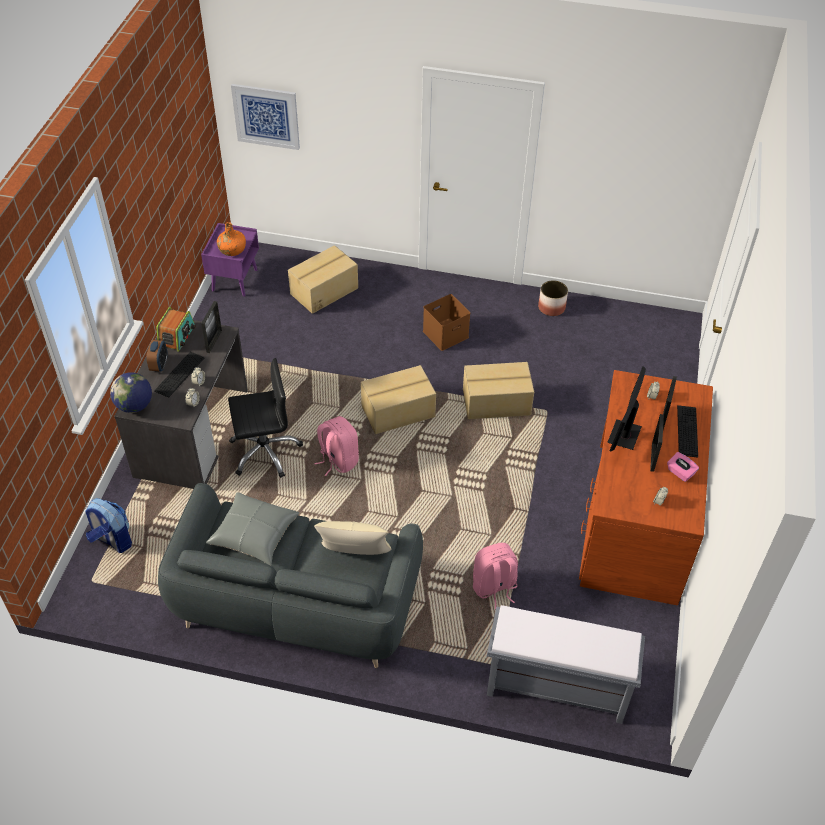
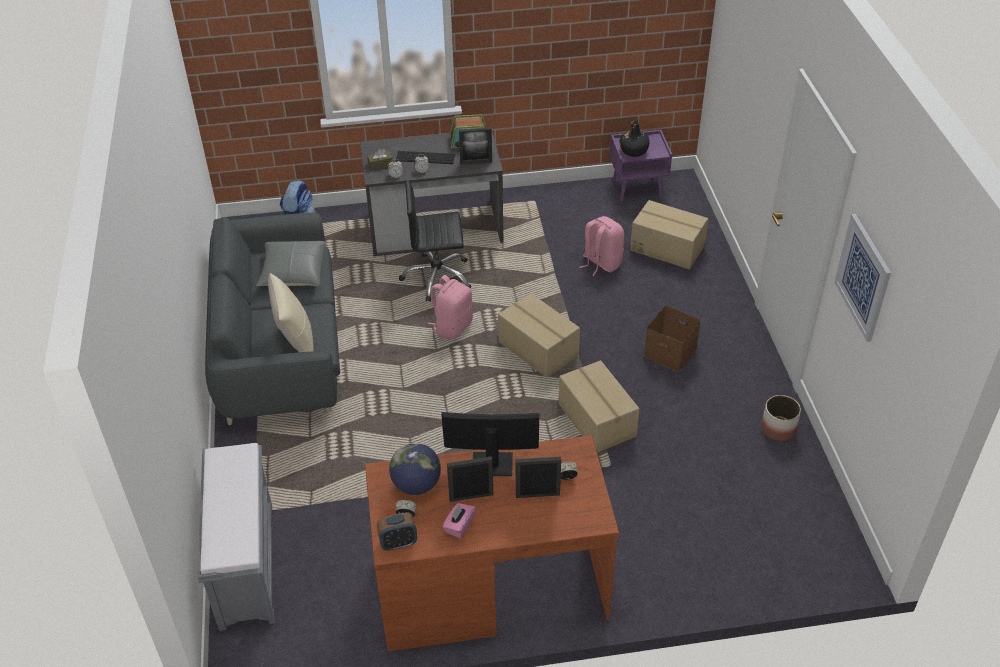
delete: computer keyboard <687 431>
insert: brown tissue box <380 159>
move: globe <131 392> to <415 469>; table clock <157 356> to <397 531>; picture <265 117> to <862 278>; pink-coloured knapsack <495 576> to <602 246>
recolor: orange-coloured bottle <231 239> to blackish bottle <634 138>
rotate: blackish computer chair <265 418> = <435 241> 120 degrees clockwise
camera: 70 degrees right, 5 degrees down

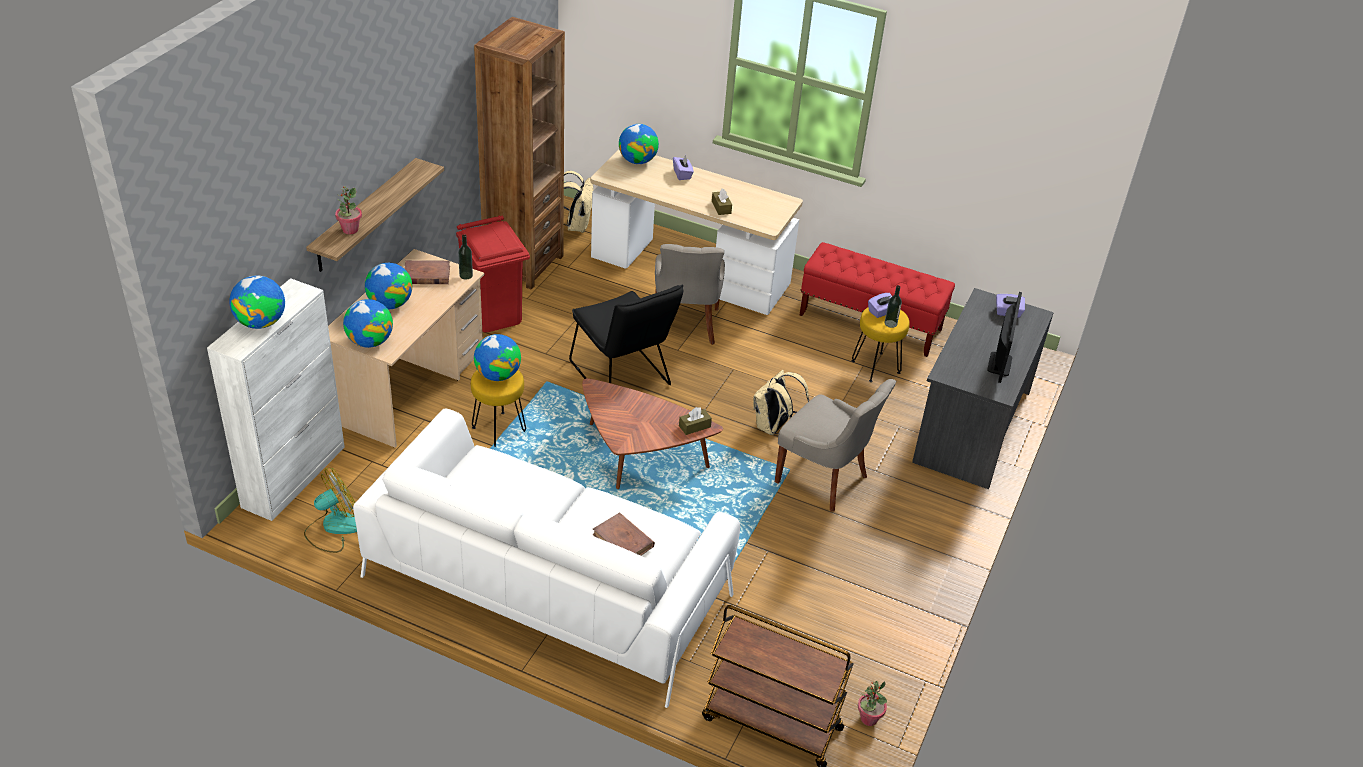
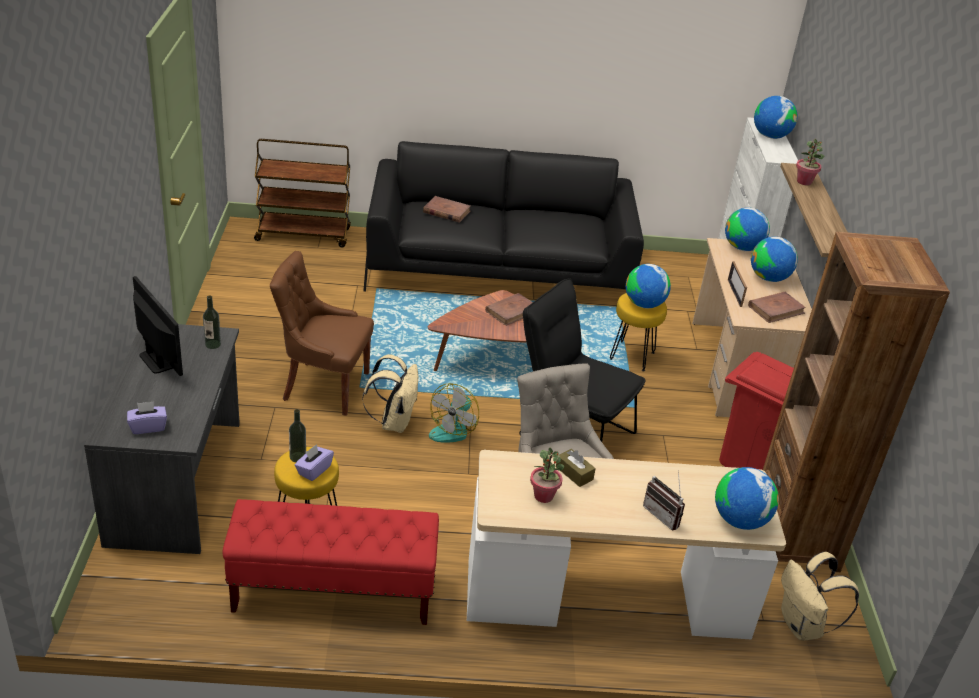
delete: brown tissue box <695 421>
insert: brown volume <509 309>; picture frame <737 284>
move: fan <330 510> to <454 413>; bottle <465 257> to <212 322>; houseplant <872 703> to <547 475>
replace: purplish tissue box <683 167> to radio receiver <664 500>
recolor: white sofa <546 558> to blackish sofa <503 216>; gray chair <835 445> to brown chair <322 333>
rotate: monitor <1004 337> = <158 326> 150 degrees clockwise
camera: 155 degrees right, 5 degrees down

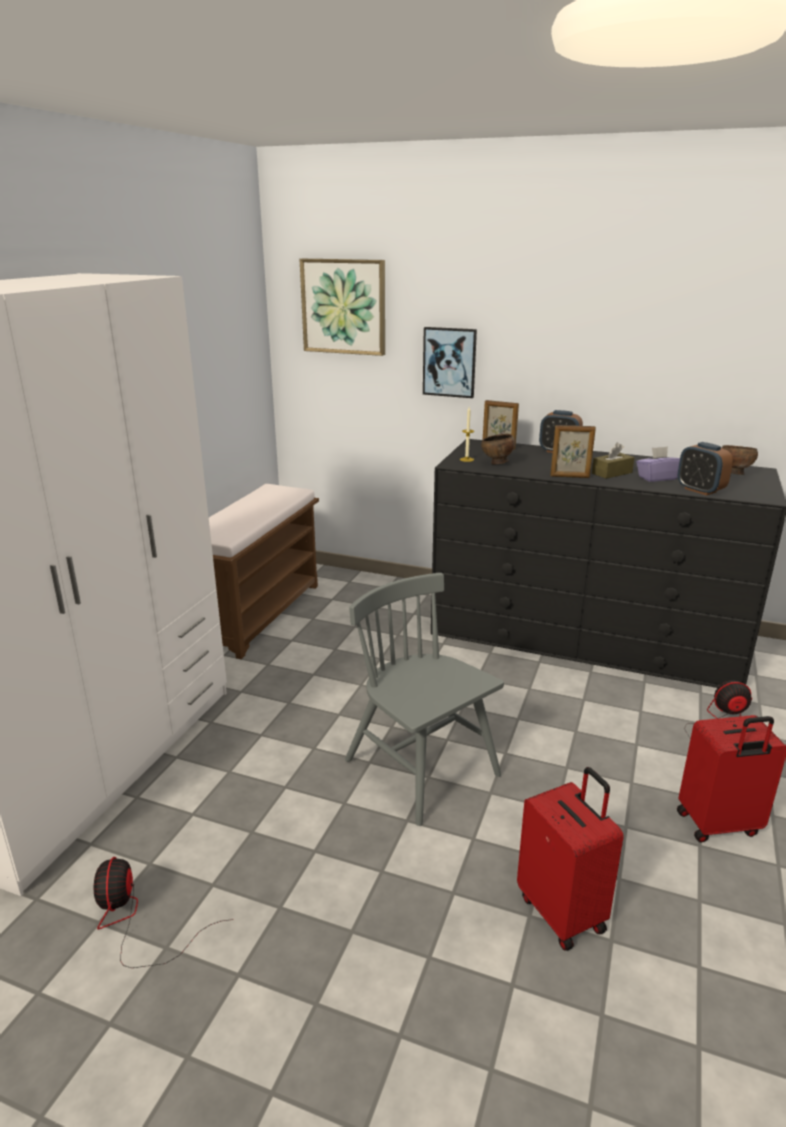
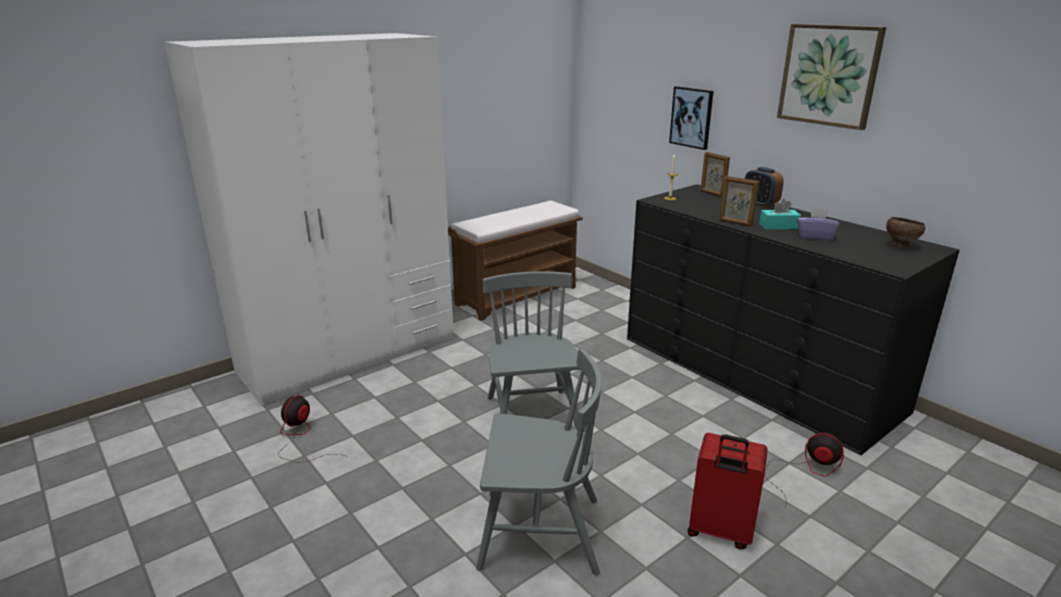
delete: brown serving bowl <498 449>; table clock <705 469>
move: picture <342 307> to <831 77>
replace: reddish piece of luggage <570 859> to gray chair <539 462>
recolor: brown tissue box <613 460> to blue-green tissue box <780 214>
camera: 30 degrees right, 0 degrees up

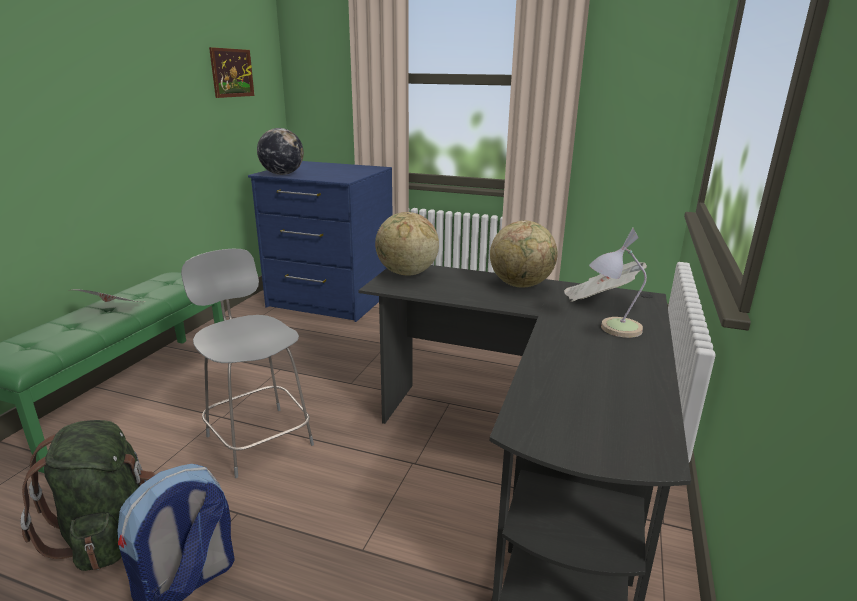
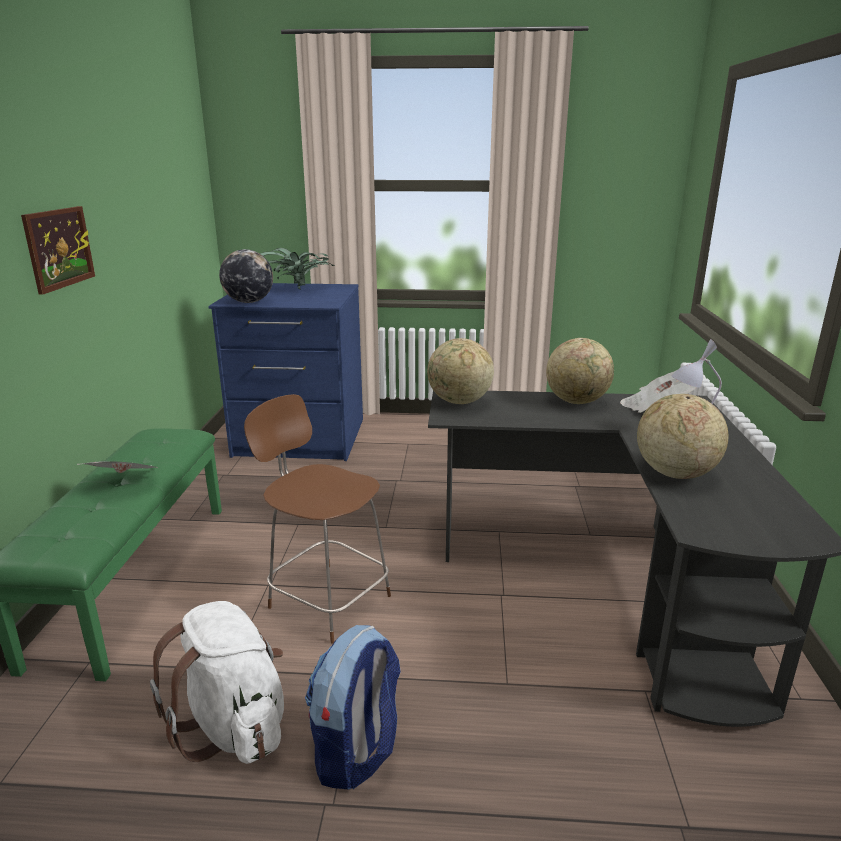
insert: houseplant <297 269>; globe <682 436>
move: picture <232 72> to <58 250>
recolor: green-coloured knapsack <87 495> to white knapsack <217 682>; gray chair <247 363> to brown chair <317 518>
camera: 15 degrees left, 0 degrees up

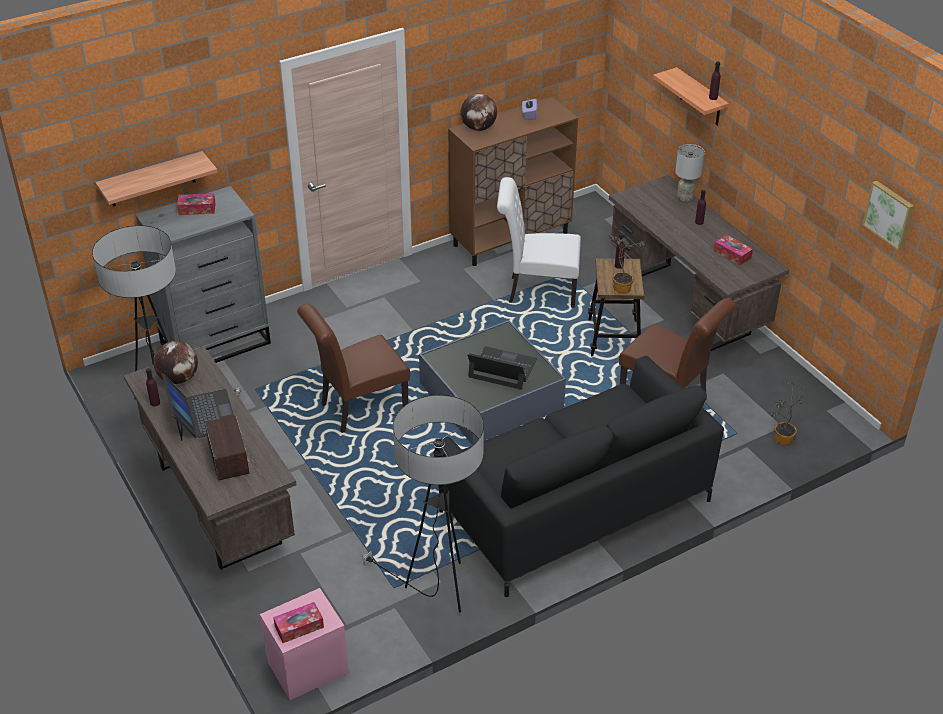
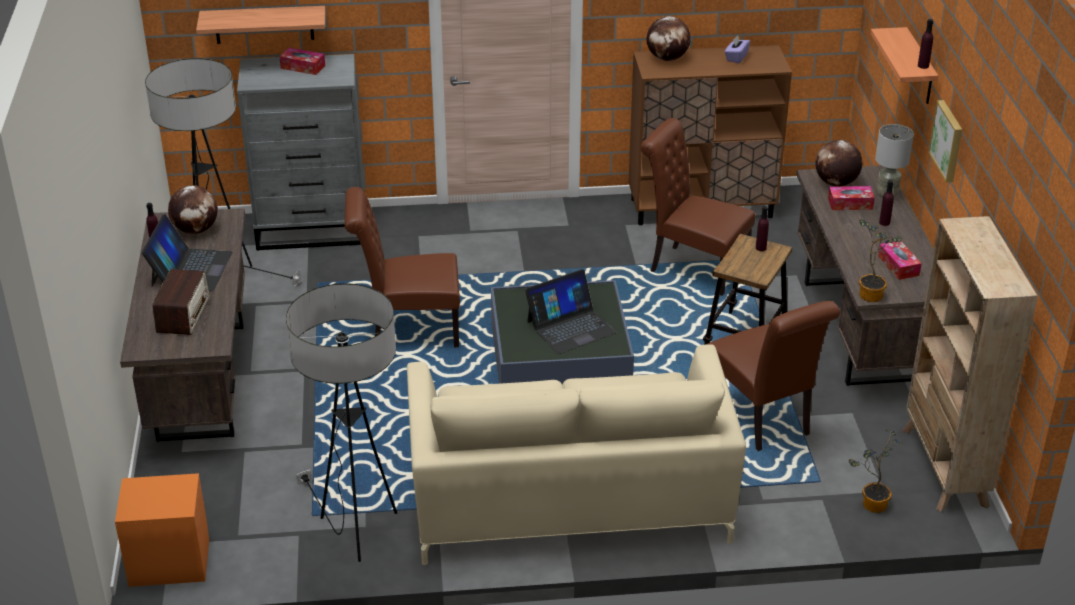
insert: globe <839 163>; beige-coloured bookcase <970 364>
move: tissue box <298 622> to <851 198>; houseplant <627 264> to <880 260>; picture <888 216> to <945 141>
recolor: pink-coloured bedside table <304 644> to orange-coloured bedside table <162 530>; blackish sofa <581 476> to beige-coloured sofa <576 454>; white chair <539 242> to brown chair <698 207>
rotate: notebook computer <502 368> = <570 311> 105 degrees clockwise
camera: 25 degrees right, 5 degrees down

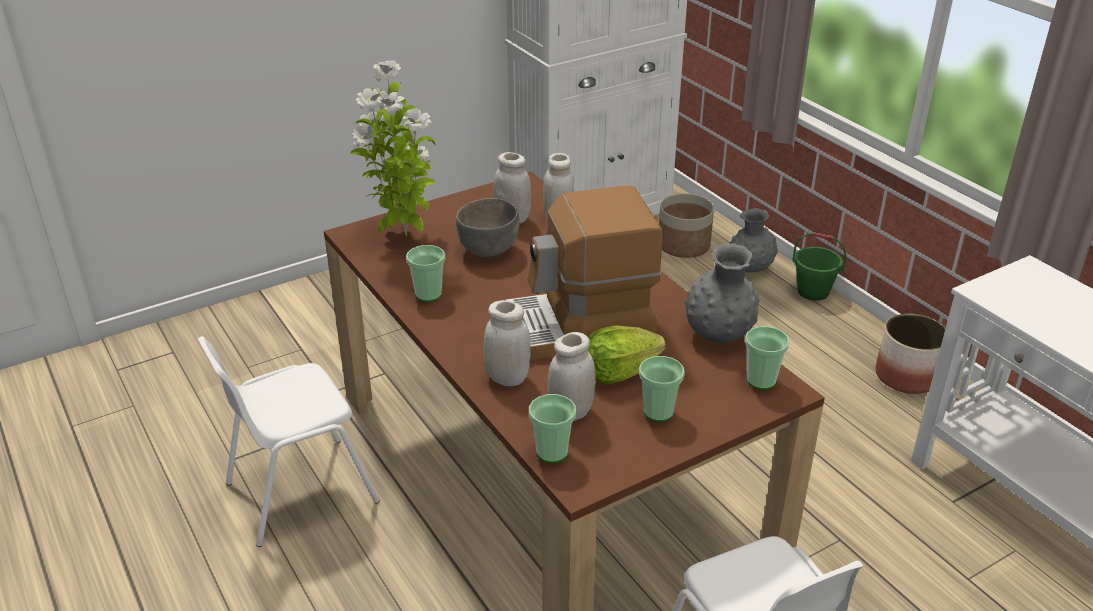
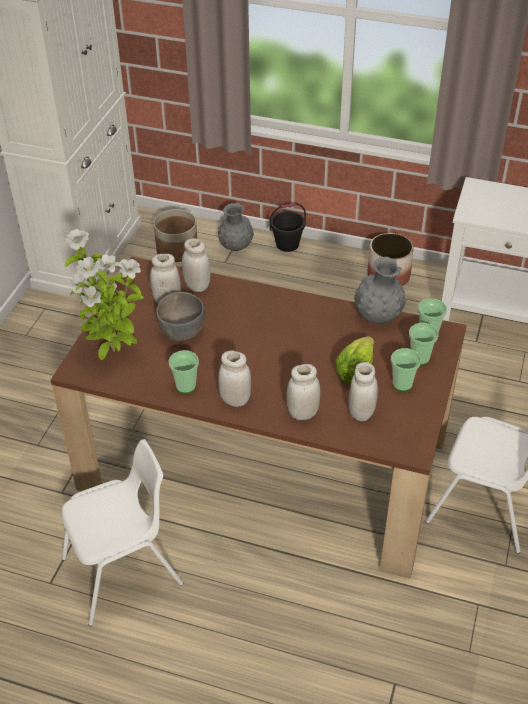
delete: coffee brewer <584 273>
insert: white jar <234 379>
move: small cup <552 428> to <424 344>
recolor: green-coloured pail <819 266> to blackish pail <288 227>
rotate: white chair <289 441> = <122 532> 135 degrees counterclockwise
camera: 40 degrees left, 10 degrees up

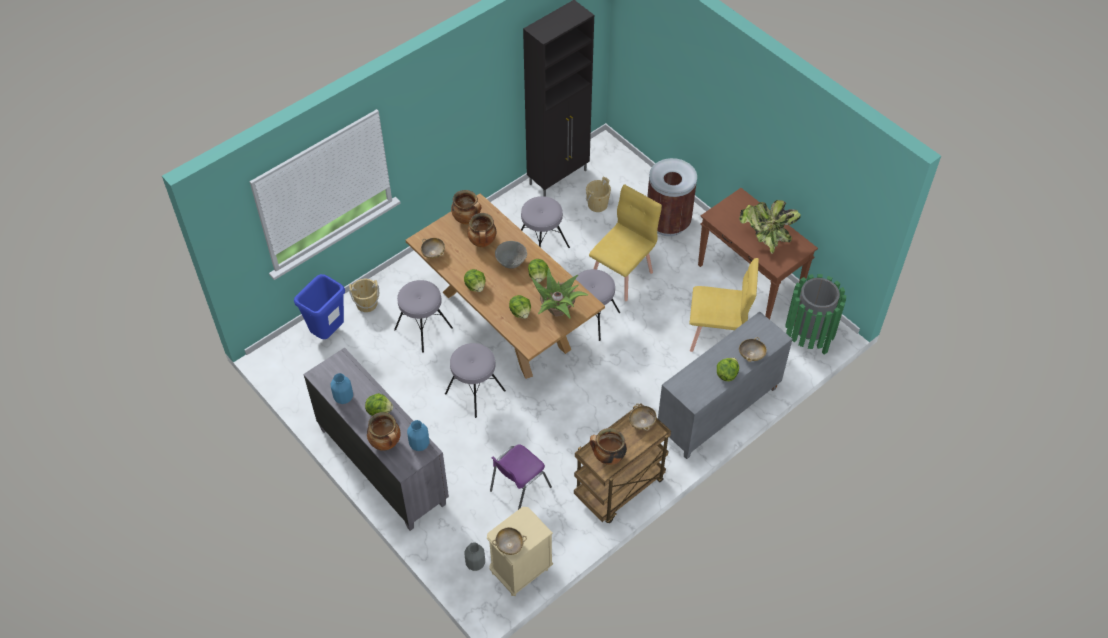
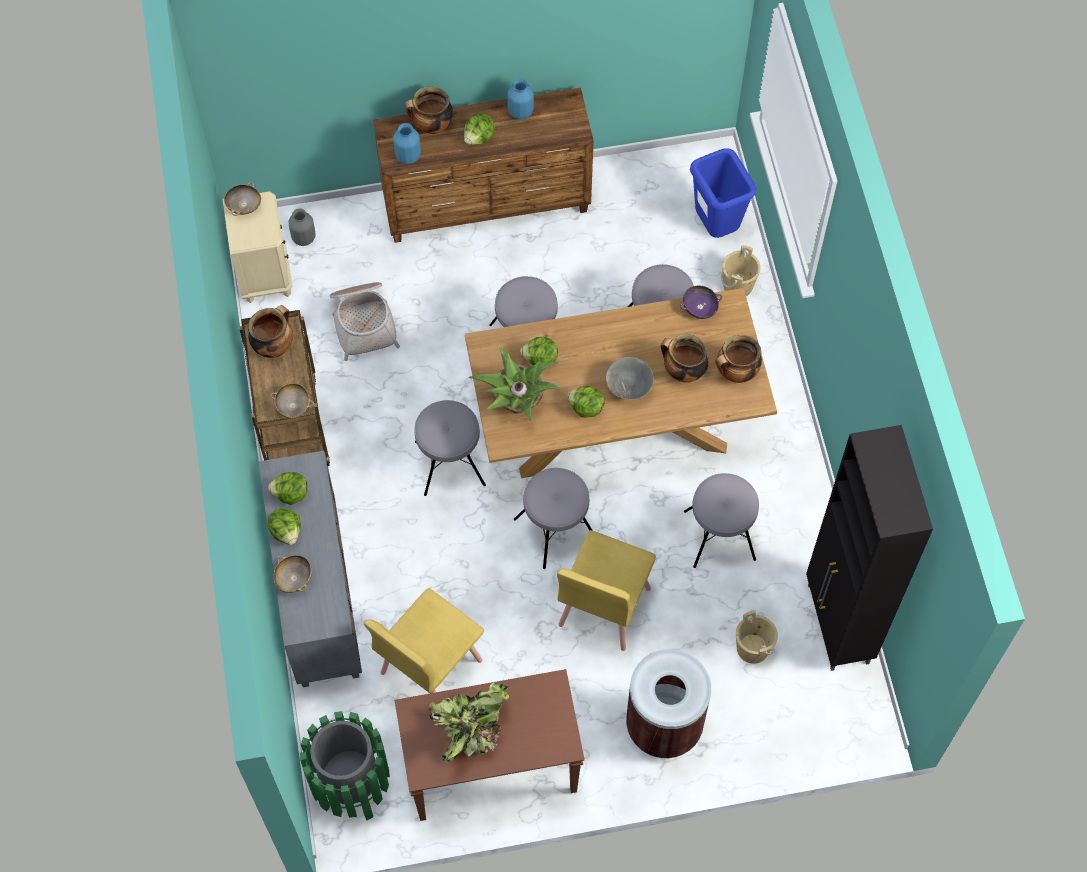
insert: gray stool <450 448>
move: lettuce <475 280> to <288 488>
replace: purplish chair <521 477> to basket <365 321>
recolor: gray drawer chest <376 439> to brown drawer chest <483 165>; beige-coloured serving bowl <433 248> to purplish serving bowl <701 302>
rotate: yellowish chair <625 242> = <606 590> 45 degrees clockwise
camera: 120 degrees right, 10 degrees up

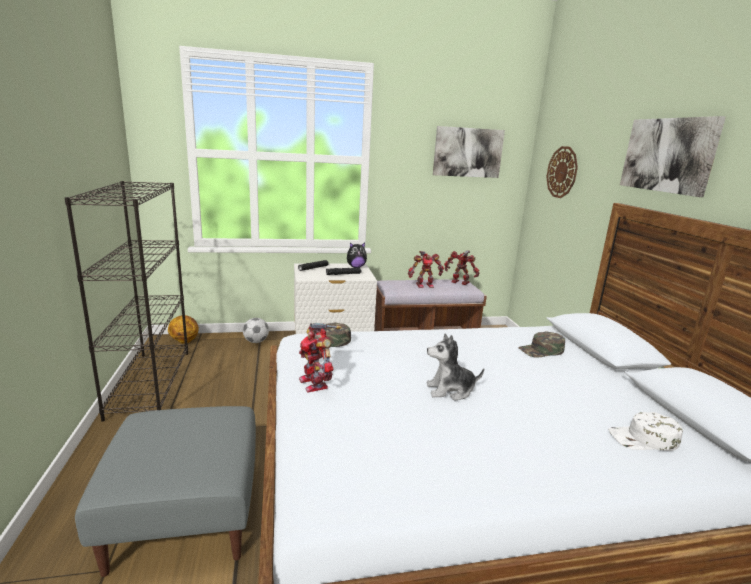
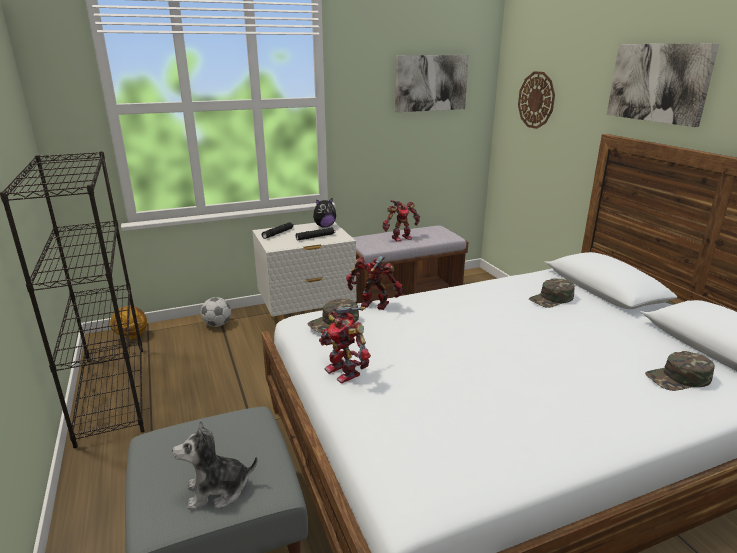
move: soft toy <455 367> to <215 465>; model robot <461 267> to <374 283>
recolor: white baseball cap <645 431> to green-coloured baseball cap <680 371>
camera: 10 degrees left, 5 degrees up

